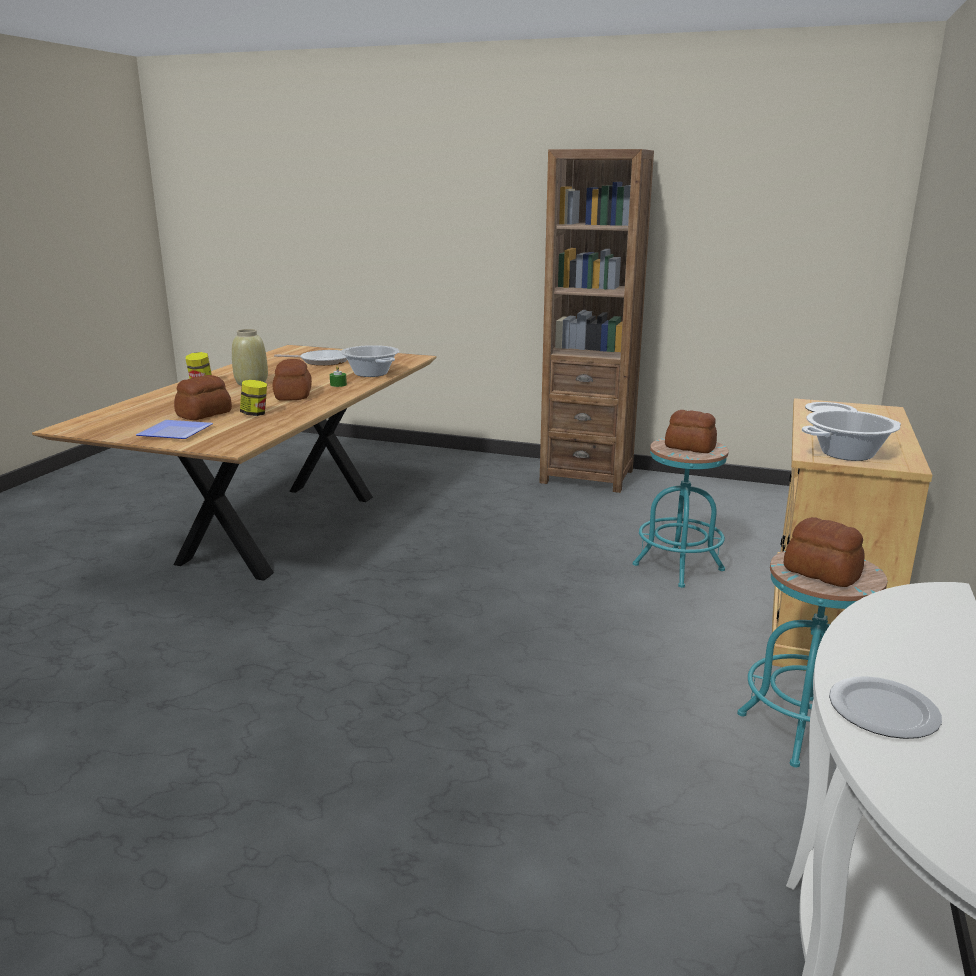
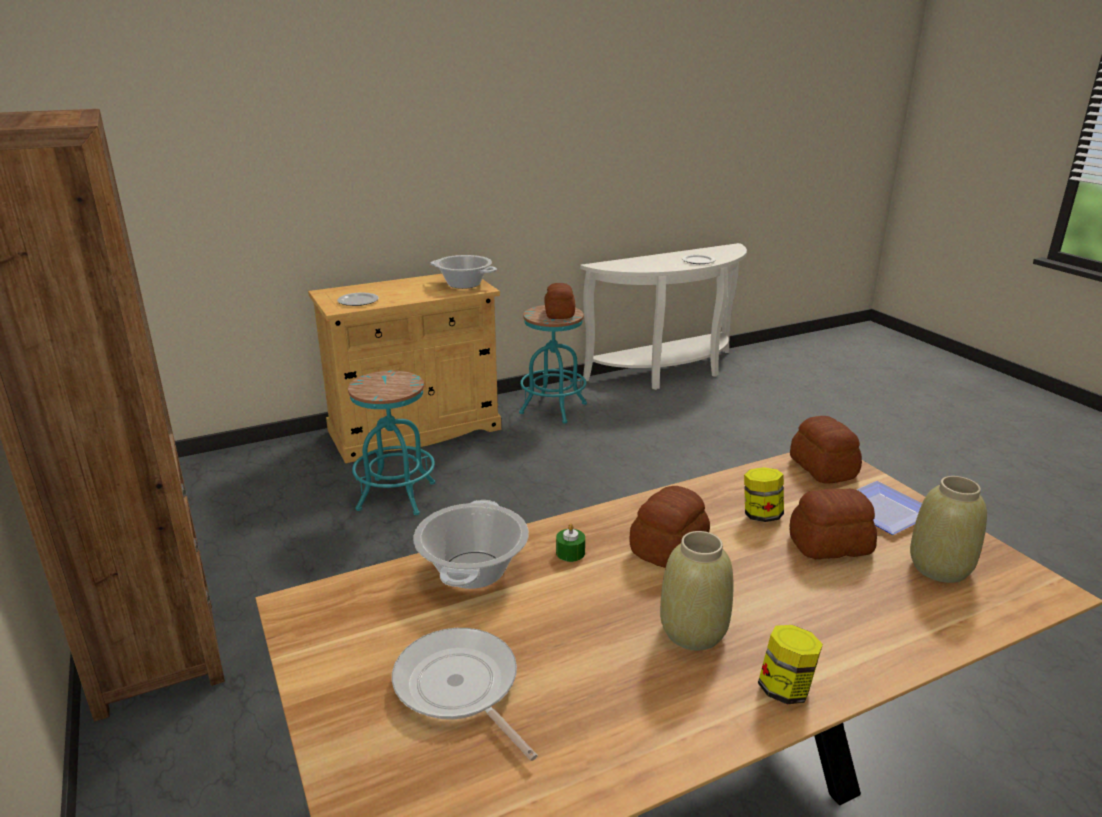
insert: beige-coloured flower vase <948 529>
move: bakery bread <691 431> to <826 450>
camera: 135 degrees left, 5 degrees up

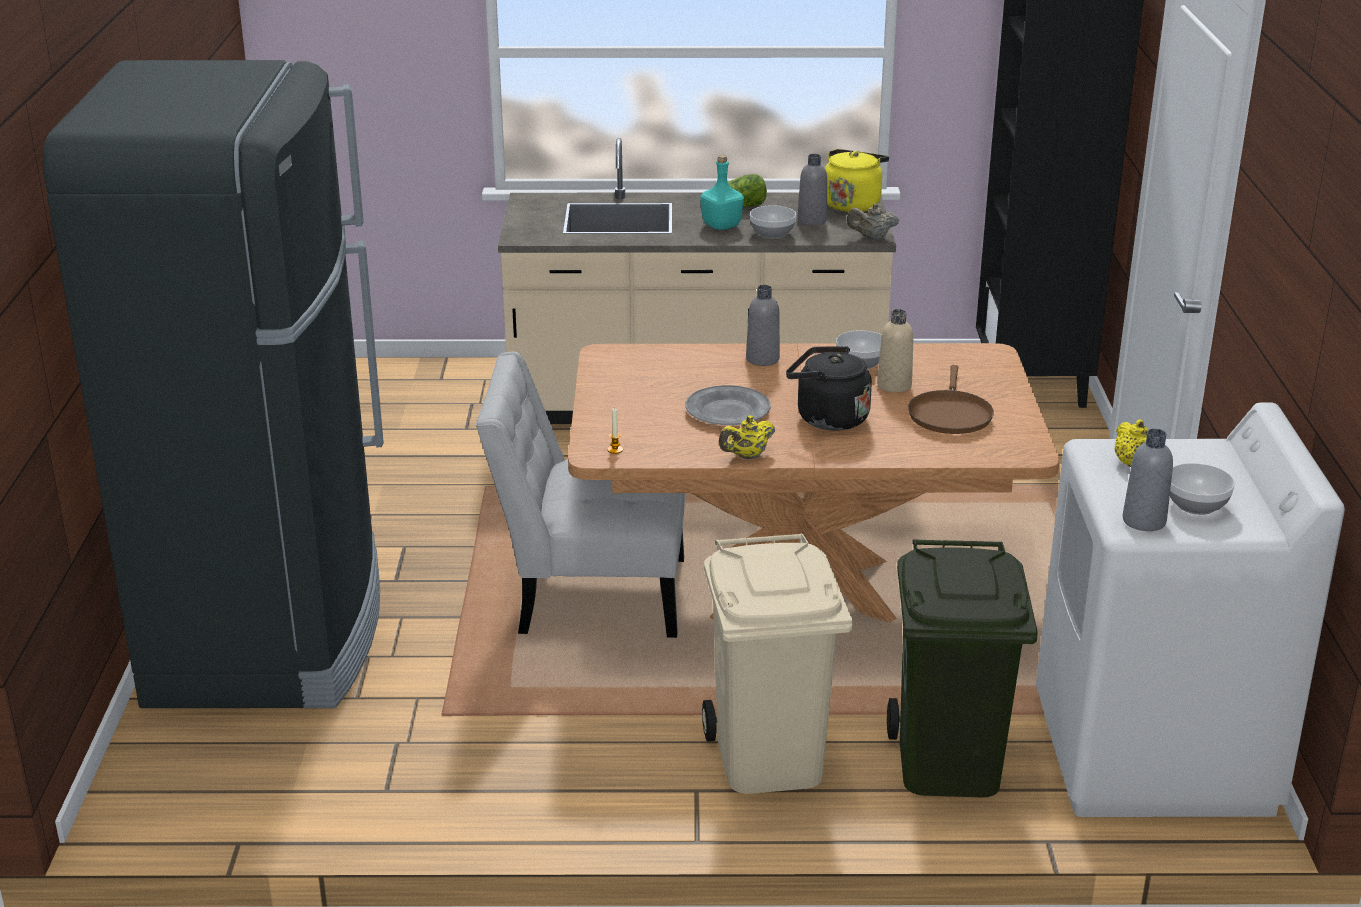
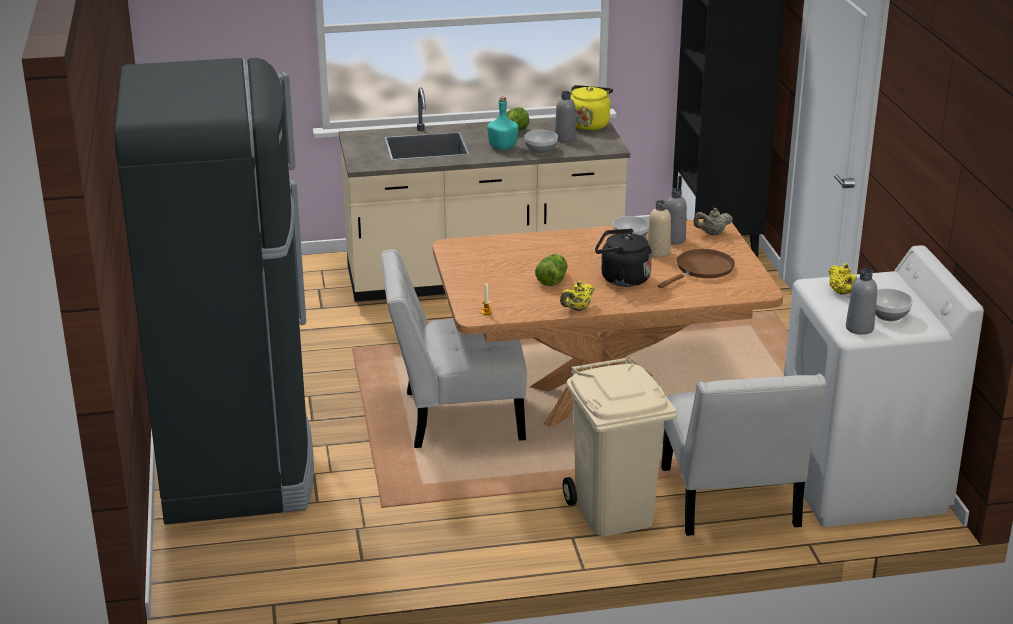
move: gray bottle <763 325> to <676 216>; beige-coloured teapot <873 221> to <713 221>
replace: gray plate <728 405> to lettuce <551 270>; green-coloured trash can <962 668> to white chair <743 455>
rotate: brown skillet <951 399> = <696 268> 135 degrees counterclockwise
camera: 10 degrees left, 0 degrees up

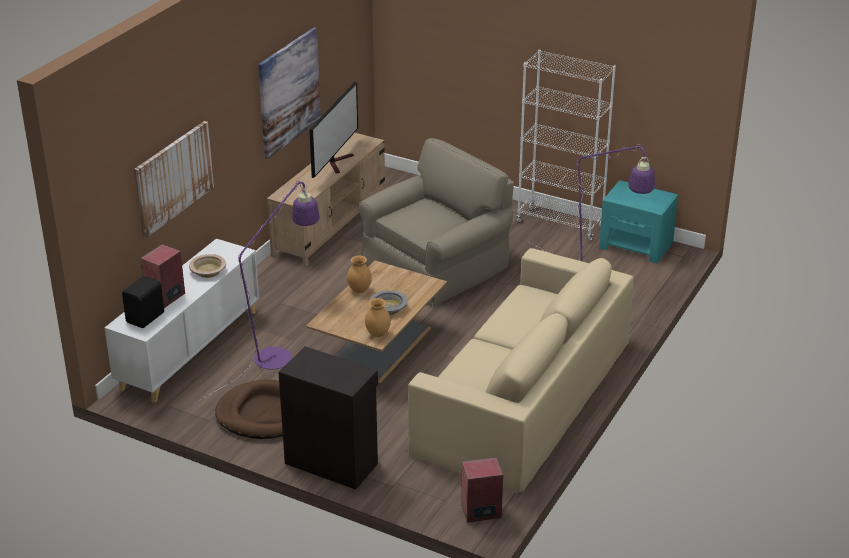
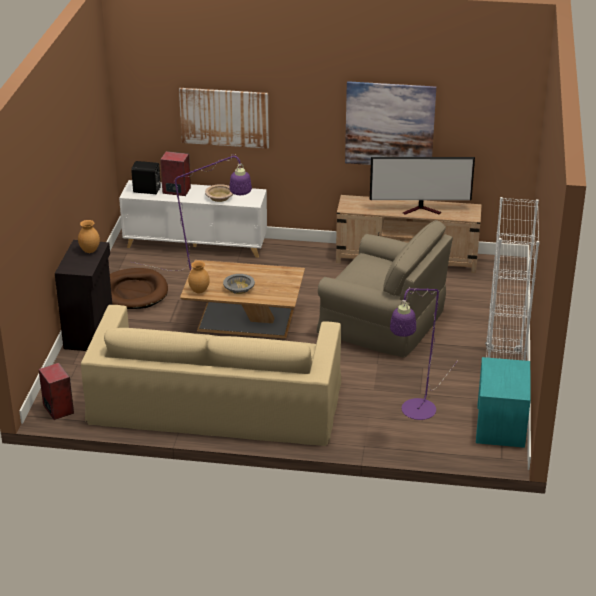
move: brown flower vase <359 274> to <89 236>
camera: 70 degrees right, 0 degrees up

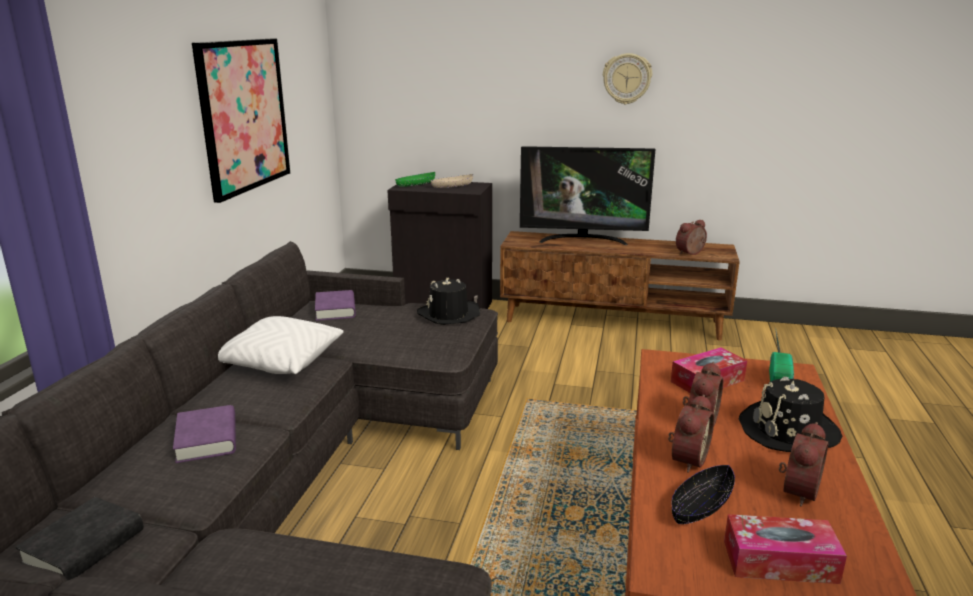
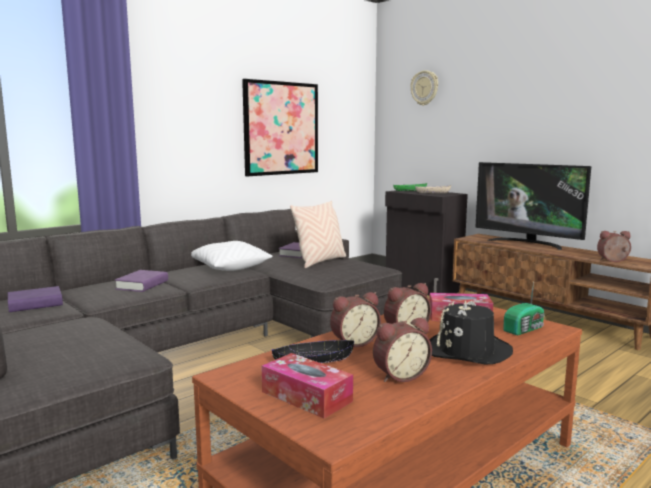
delete: blackish hat <448 301>
insert: beige-coloured throw pillow <318 234>
move: hanging clock <627 78> to <424 88>
recolor: blackish volume <79 538> to purplish volume <35 299>
camera: 35 degrees right, 10 degrees down

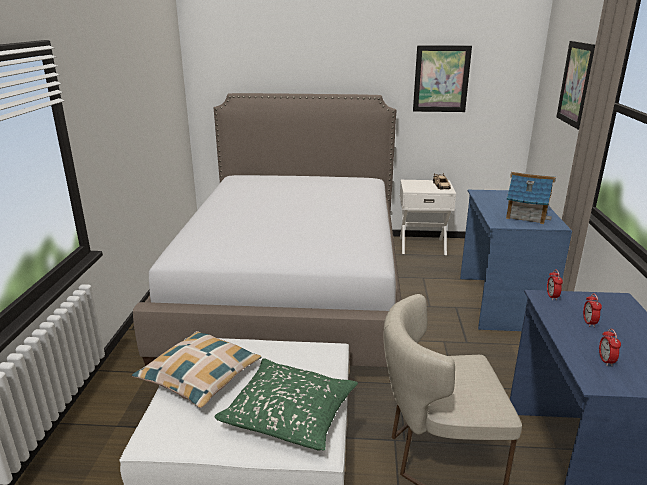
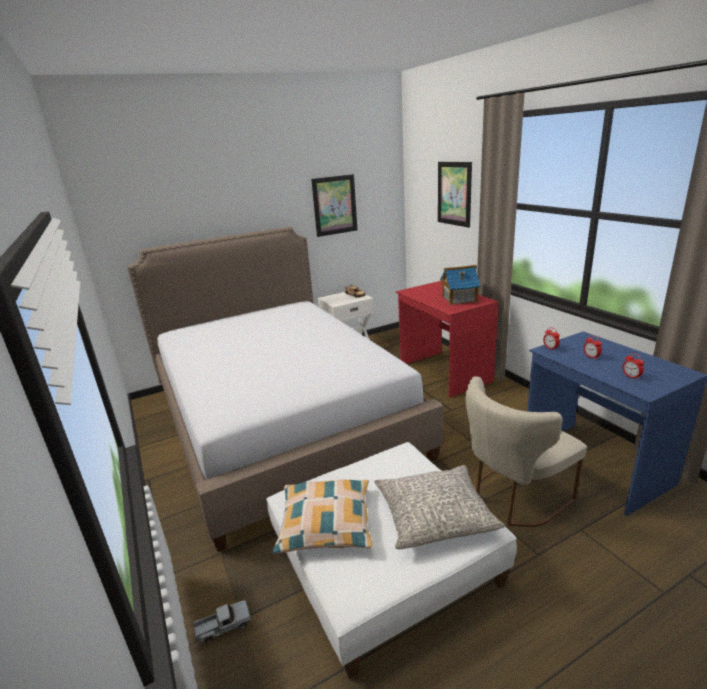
insert: toy lorry <222 621>
recolor: green-coloured throw pillow <286 404> to gray throw pillow <439 507>; blue-coloured desk table <516 260> to reddish desk table <447 339>
camera: 30 degrees left, 0 degrees up

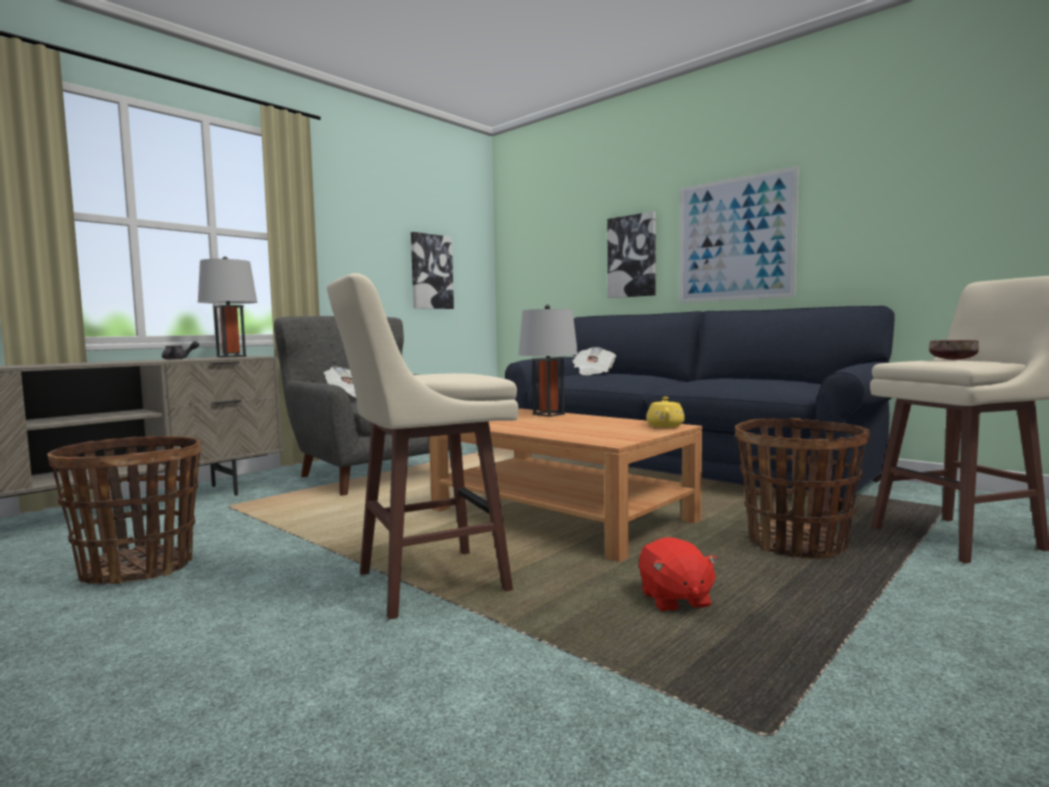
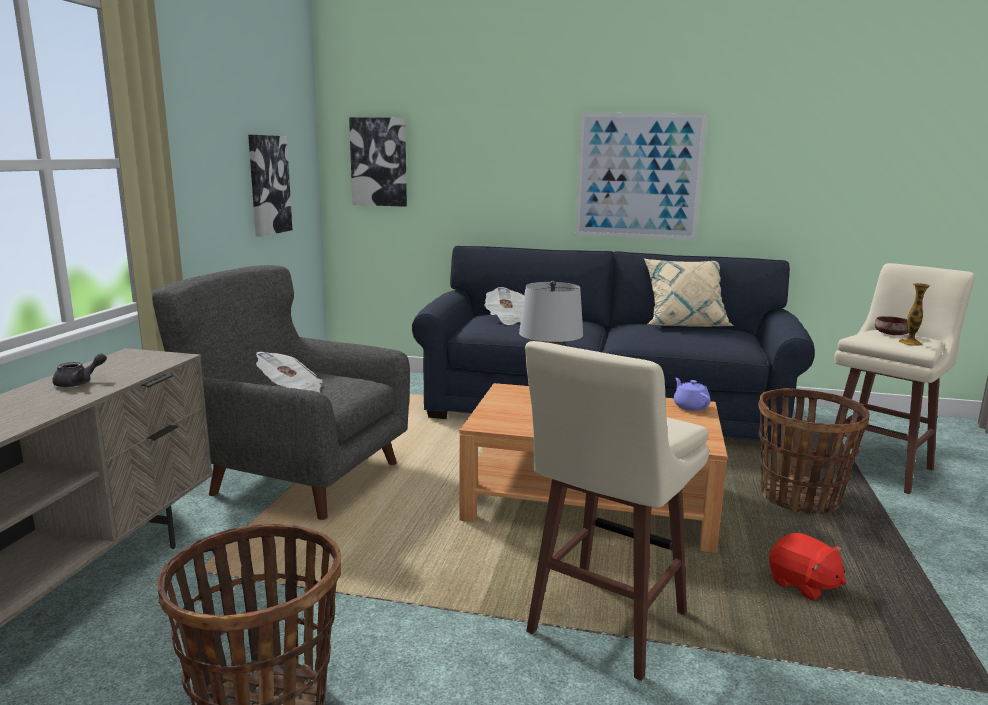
delete: gray table lamp <227 307>
insert: beige-coloured throw pillow <689 292>; flower vase <914 314>
move: picture <631 254> to <378 162>
recolor: yellowish teapot <665 412> to purplish teapot <692 394>
camera: 30 degrees left, 10 degrees up

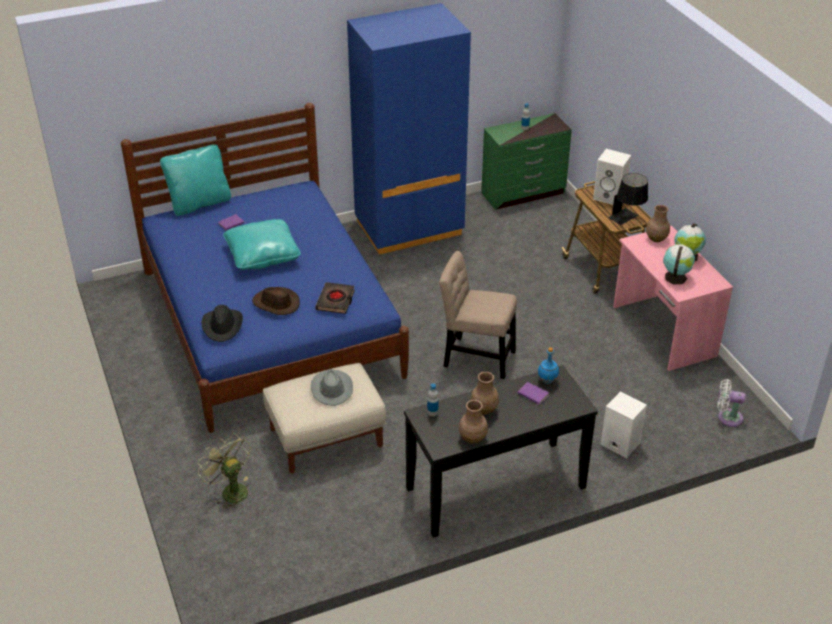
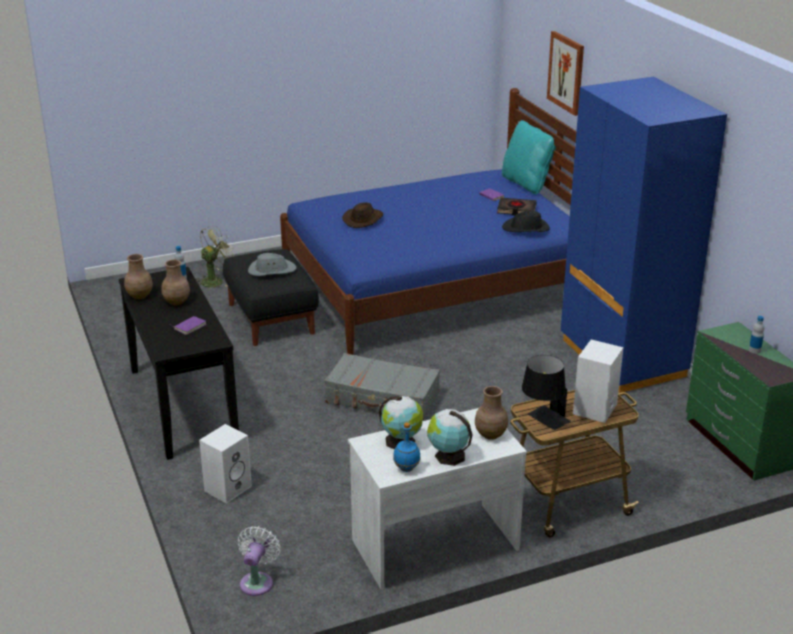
delete: blue-green throw pillow <262 244>
insert: picture <565 73>
move: blackish hat <222 323> to <526 221>; blackish volume <335 298> to <517 207>; blue-coloured bottle <548 365> to <407 447>
replace: beige-coloured chair <478 315> to gray piece of luggage <382 386>
recolor: beige-coloured pouffe <324 418> to blackish pouffe <271 297>; pink-coloured desk table <673 298> to white desk table <437 499>
camera: 90 degrees right, 10 degrees down

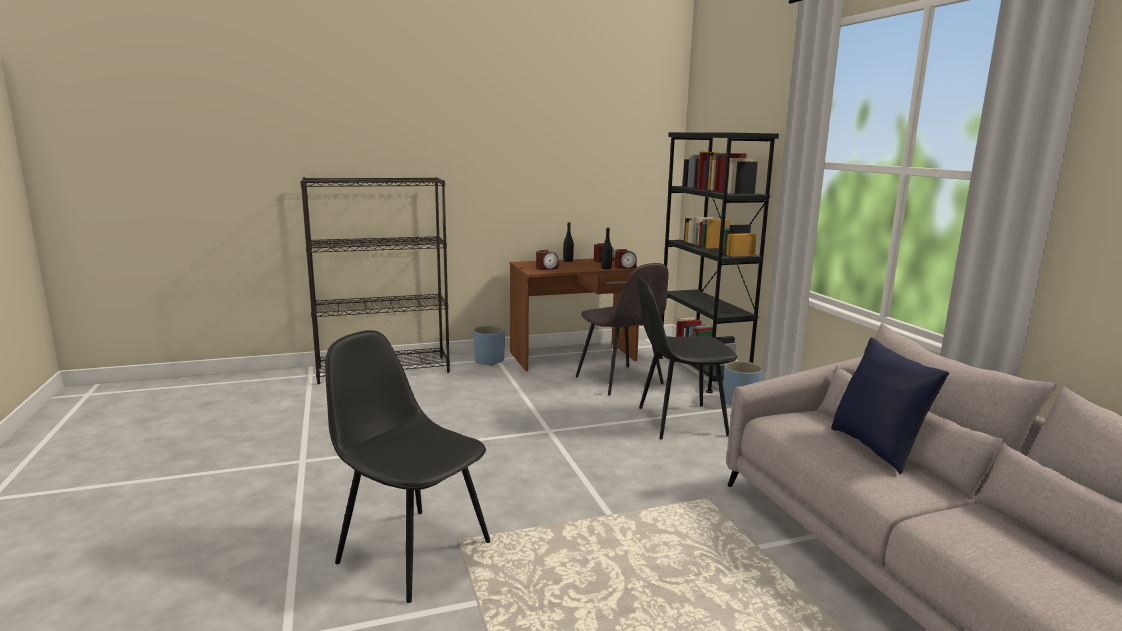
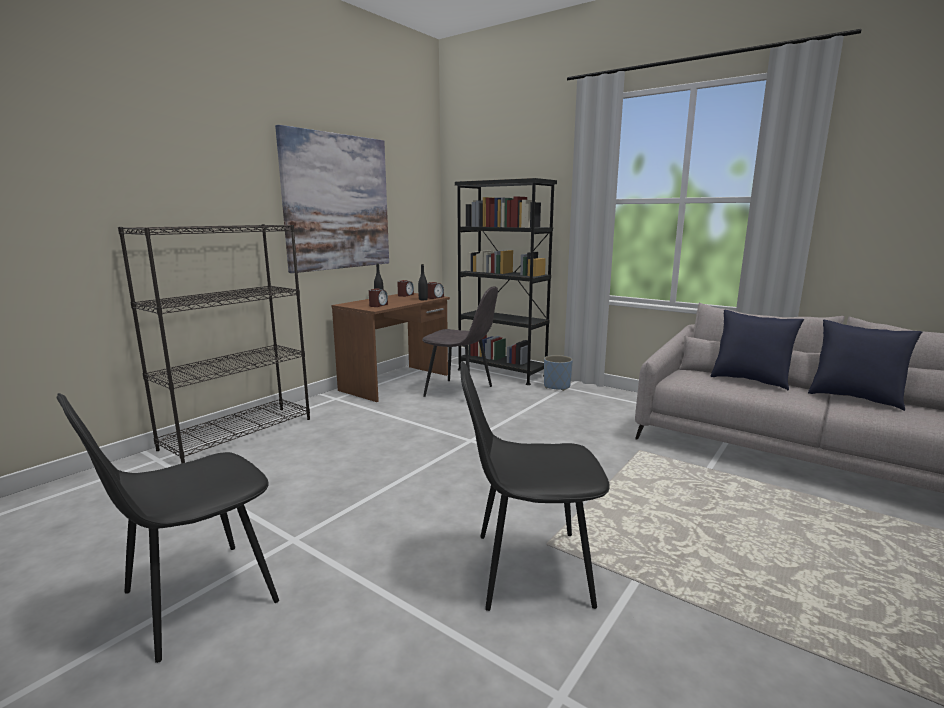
delete: blue-coloured planter <489 345>
insert: picture <332 199>; blue-coloured throw pillow <865 365>
move: blackish chair <687 358> to <168 528>
camera: 35 degrees left, 0 degrees up

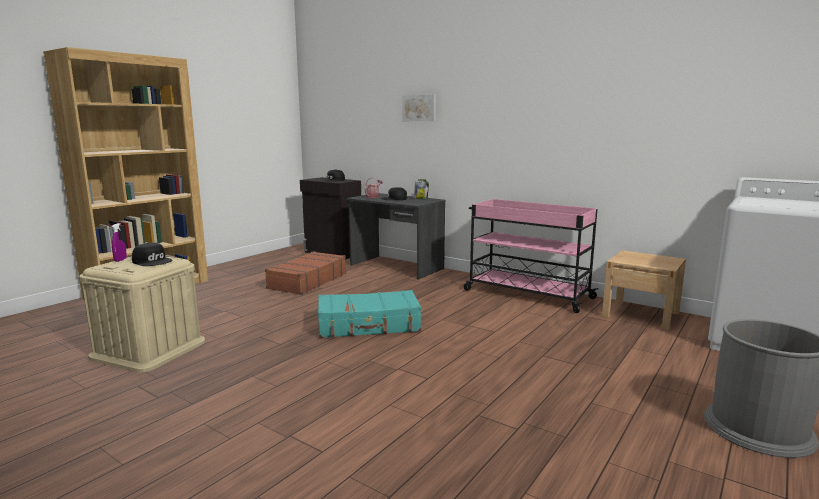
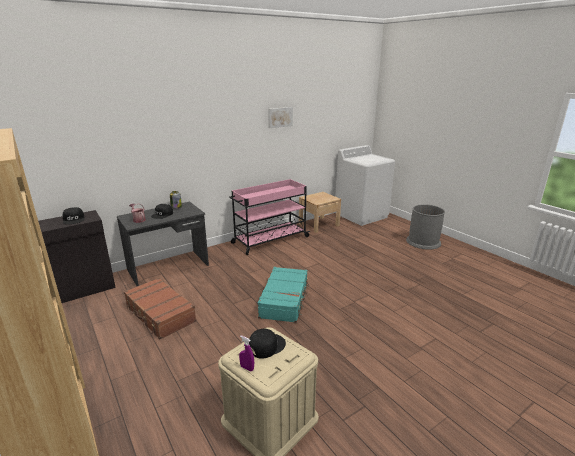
move: picture <419 108> to <280 117>
camera: 70 degrees left, 10 degrees up

